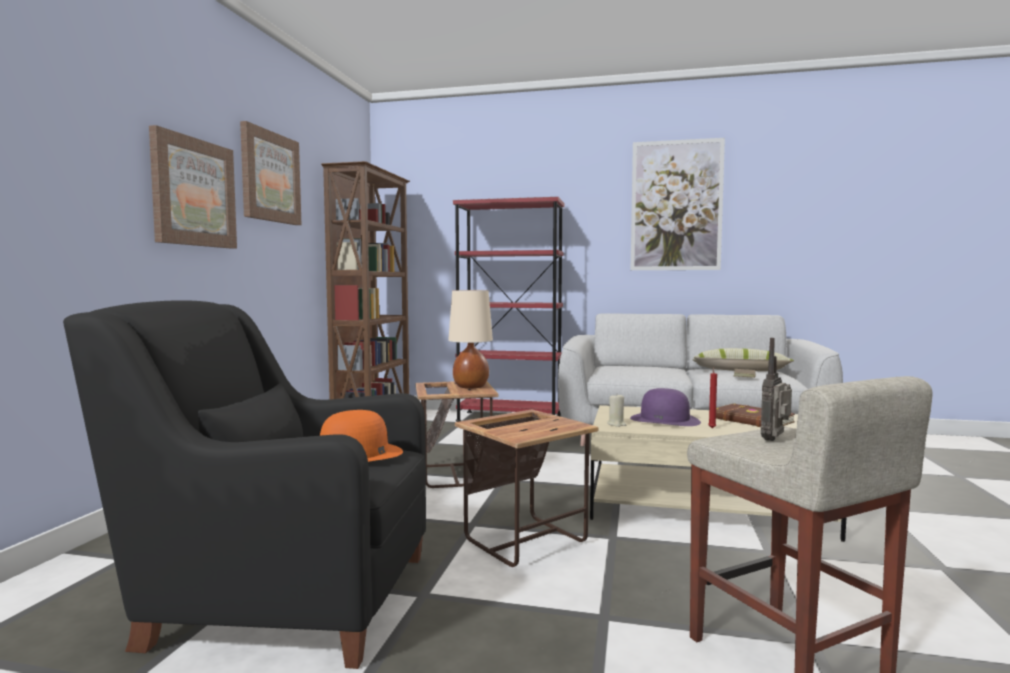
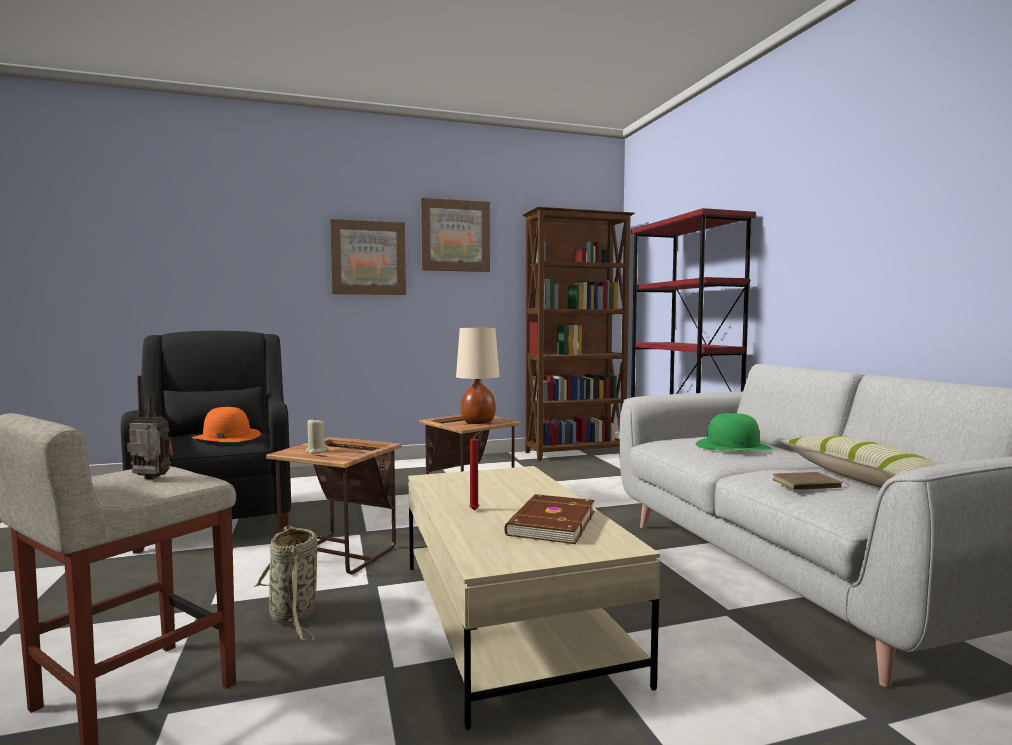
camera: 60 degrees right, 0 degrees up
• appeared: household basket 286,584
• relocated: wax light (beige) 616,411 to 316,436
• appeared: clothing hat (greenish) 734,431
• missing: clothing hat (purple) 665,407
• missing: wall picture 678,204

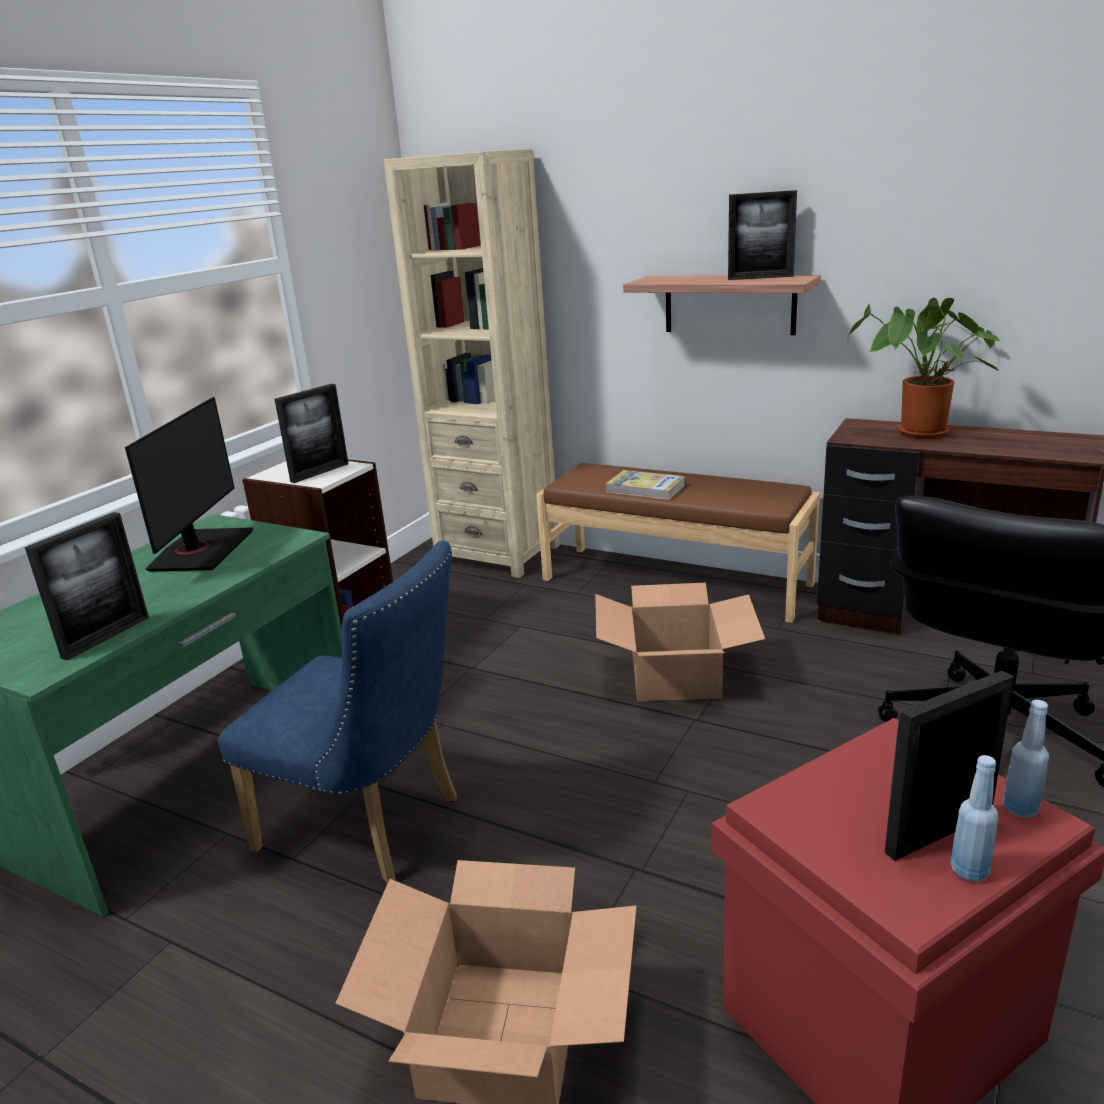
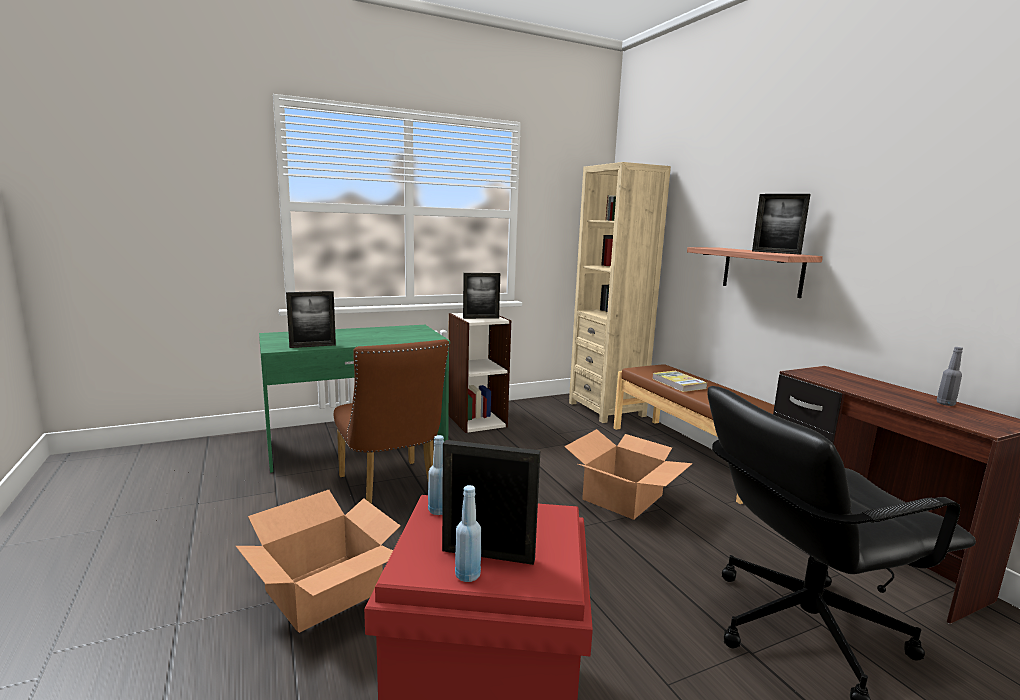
camera: 35 degrees right, 10 degrees down
• colour: plain chair (blue-coloured) 337,712 to plain chair (brown) 391,421
• relocated: beverage bottle (blue-coloured) 1026,759 to 436,475
• appeared: beverage bottle (gray) 950,376
• missing: computer screen 189,484
• missing: houseplant 924,368

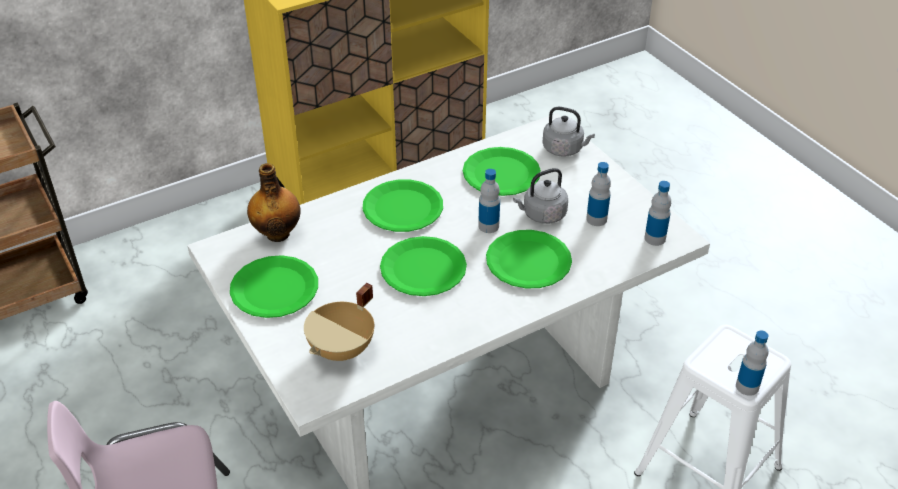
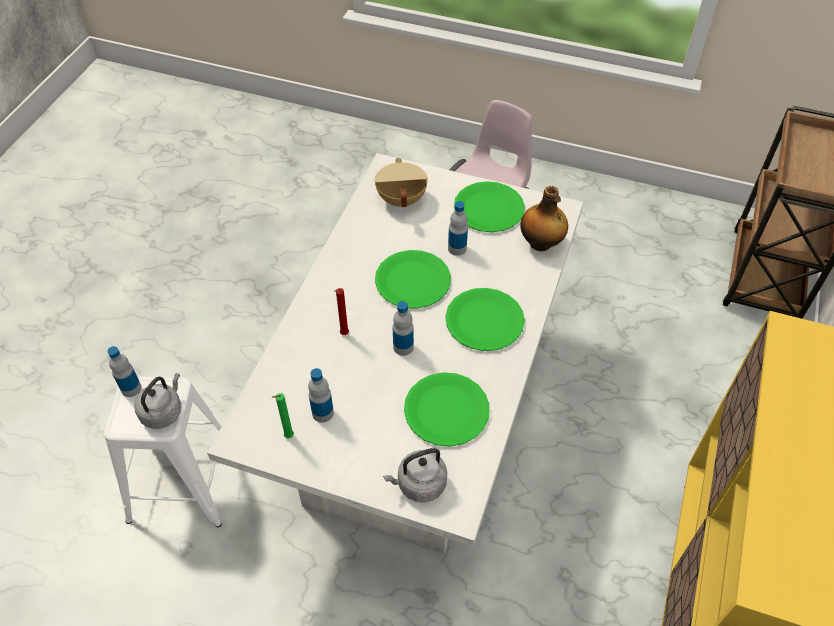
camera: 140 degrees right, 10 degrees up
• relocated: water kettle (gray) 540,196 to 158,401
• appeared: wax light (greenish) 282,415
• exchanged: dinner plate (greenish) 529,259 to wax light (reddish) 341,311
• relocated: beverage bottle 657,213 to 458,228

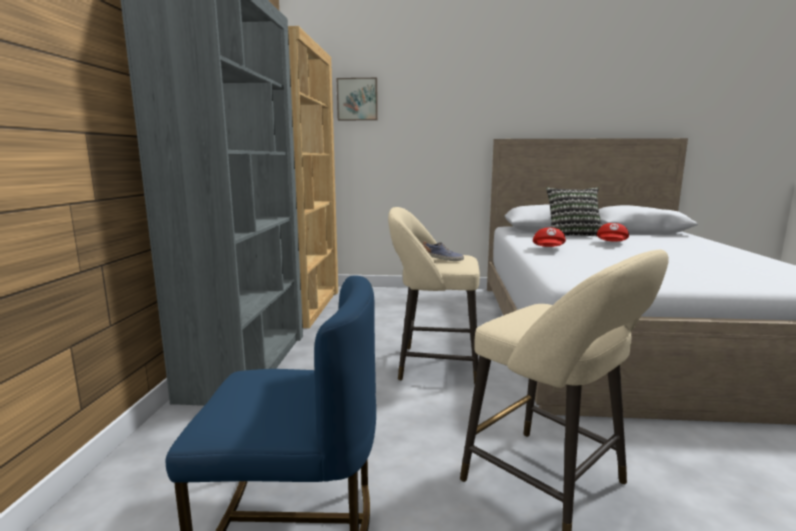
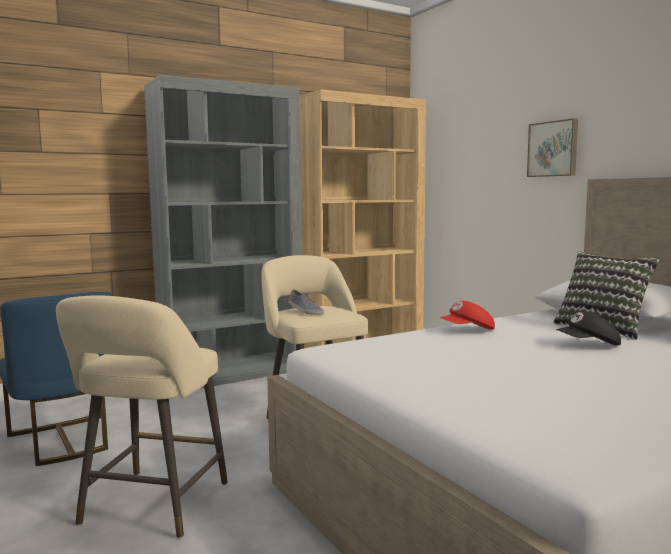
camera: 55 degrees right, 5 degrees down
• relocated: wall picture 357,99 to 552,147
• colour: baseball cap (reddish) 613,232 to baseball cap (black) 588,329

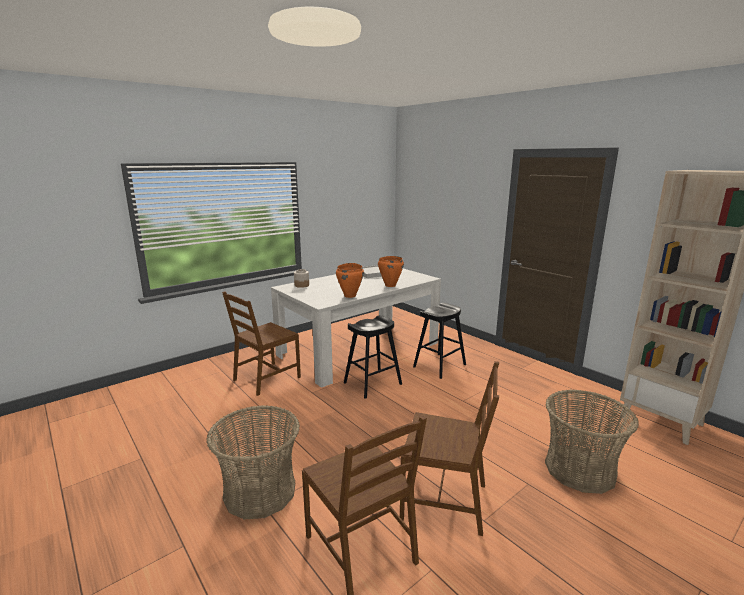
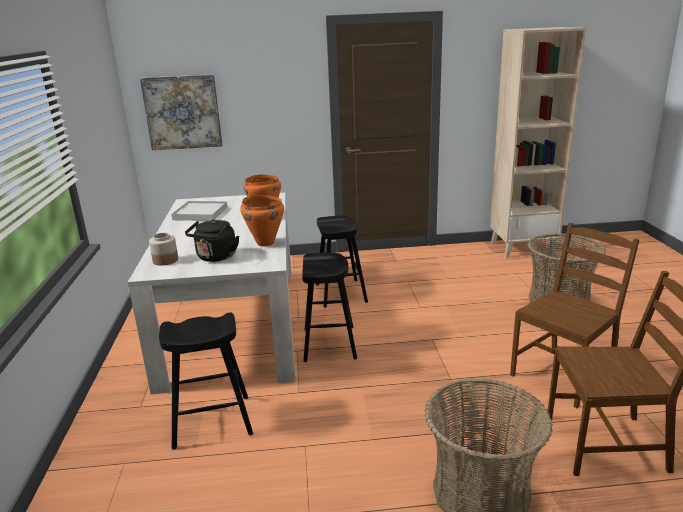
camera: 55 degrees left, 5 degrees up
• appeared: wall picture 181,112
• exchanged: plain chair (brown) 261,343 to stool (black) 206,381
• appeared: water kettle (black) 212,241

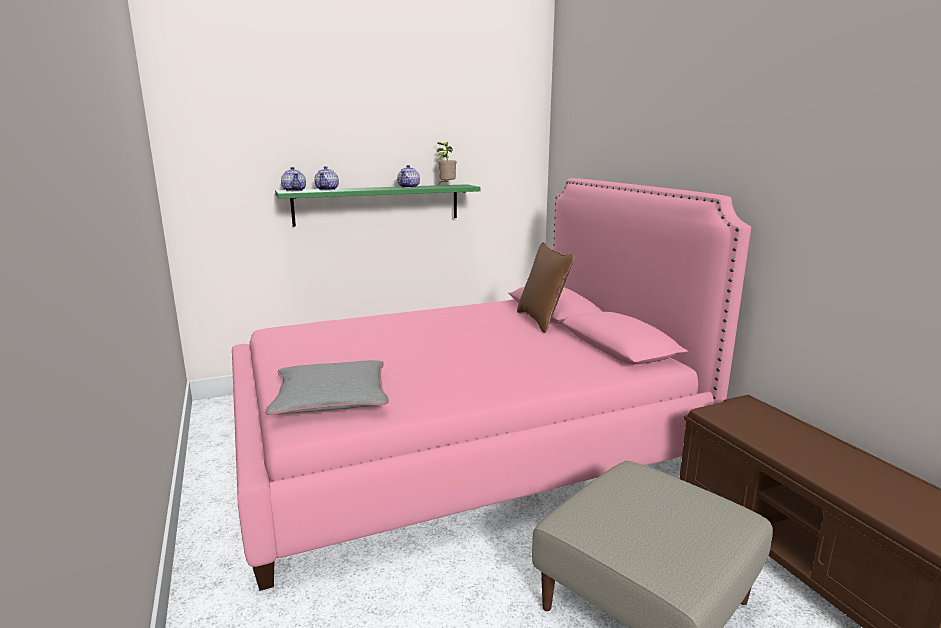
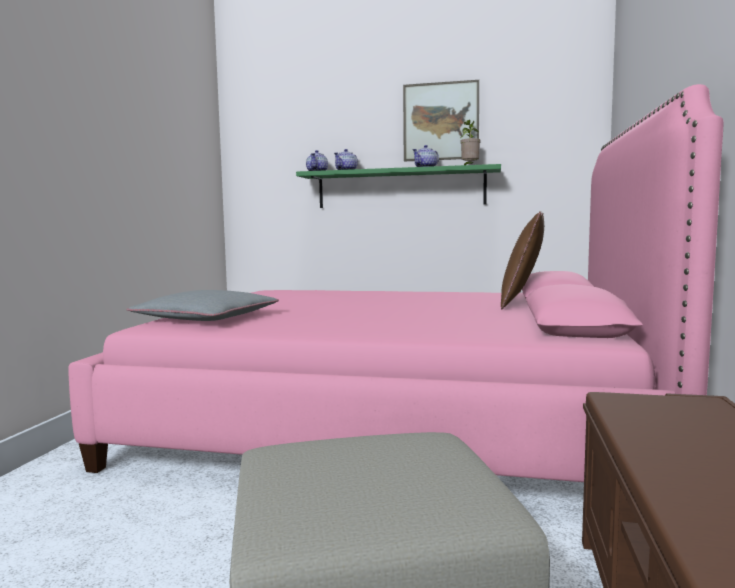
camera: 35 degrees right, 10 degrees down
• appeared: wall picture 441,120

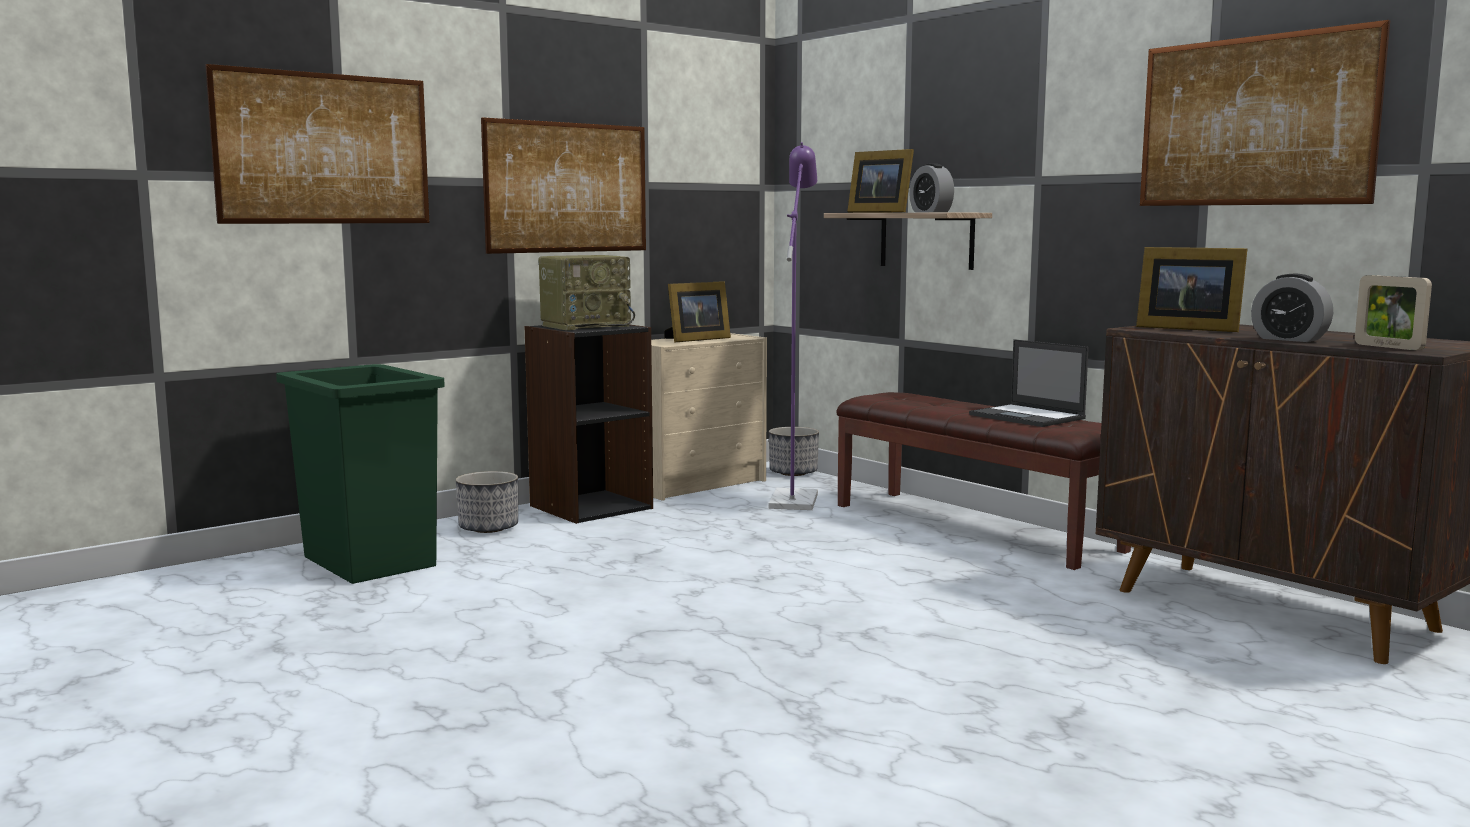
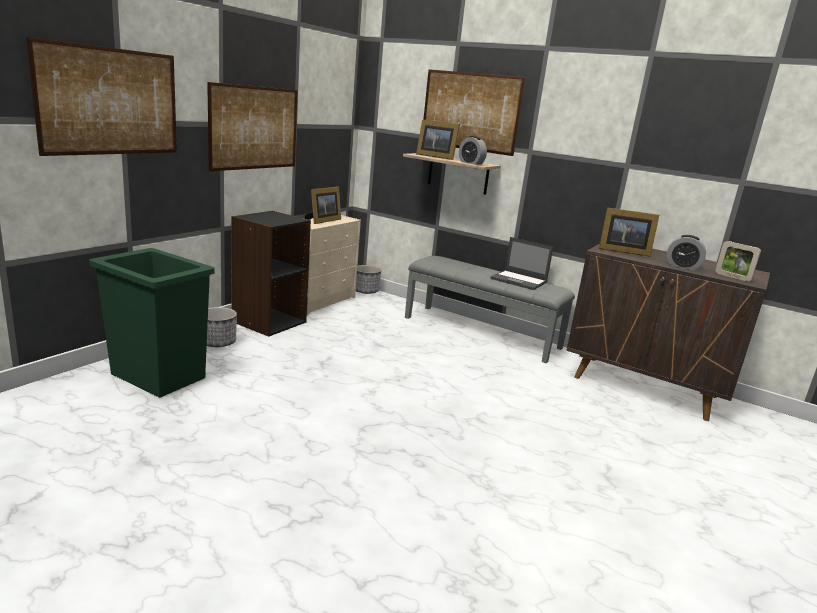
camera: 20 degrees left, 10 degrees up
• colour: long seat (brown) 983,481 to long seat (gray) 490,309
• relocated: wall picture 1265,113 to 474,112
• missing: radio receiver 587,292
• missing: floor lamp (purple) 793,326

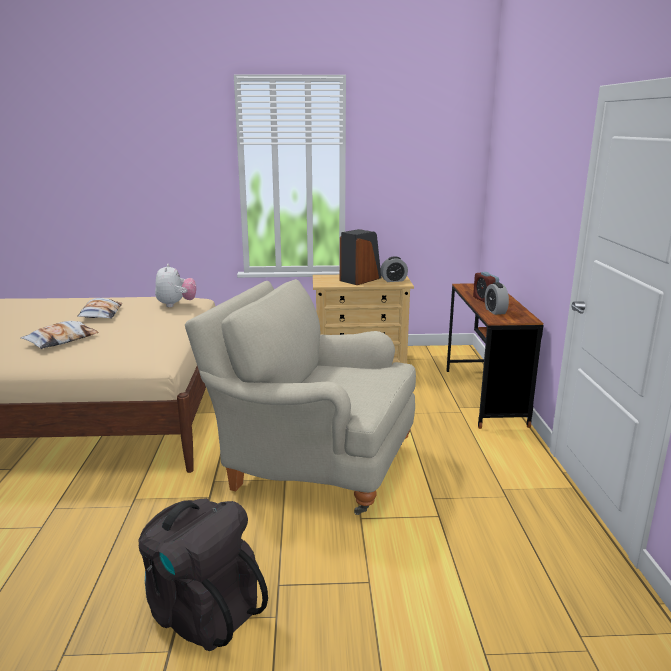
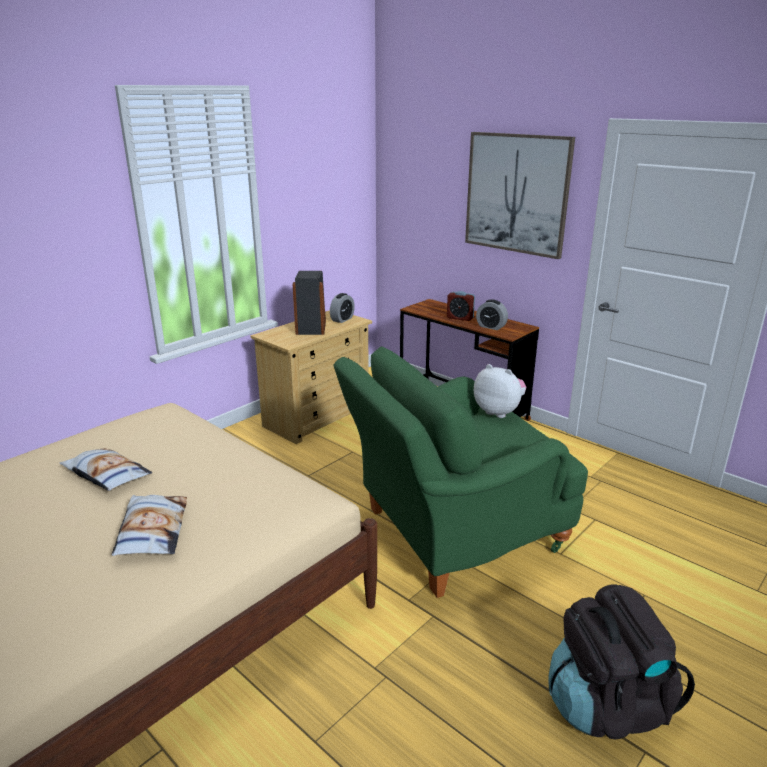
camera: 45 degrees left, 5 degrees up
• colour: easy chair (beige) 300,397 to easy chair (greenish) 461,472
• appeared: wall picture 520,195
• relocated: cuddly toy 175,285 to 500,391

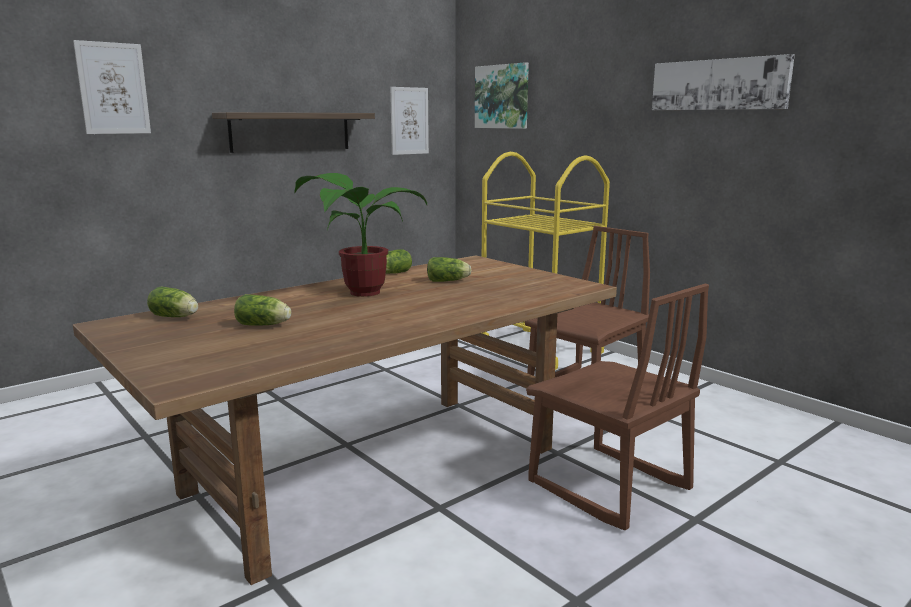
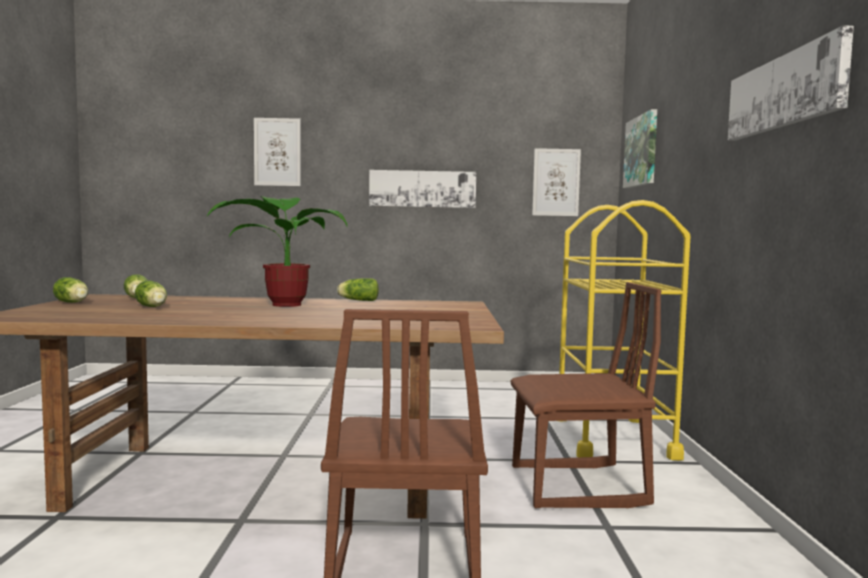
camera: 40 degrees right, 10 degrees down
• relocated: head of lettuce 449,269 to 70,290
• exchanged: wall shelf 293,132 to wall picture 422,189

